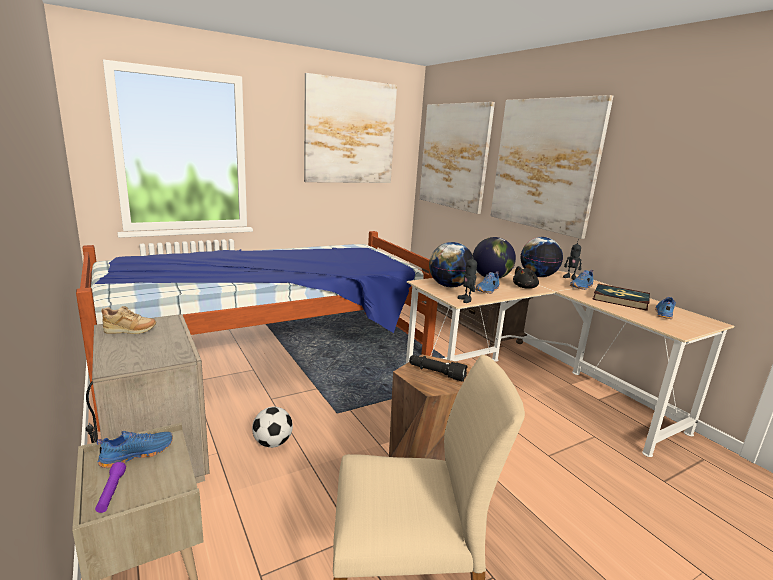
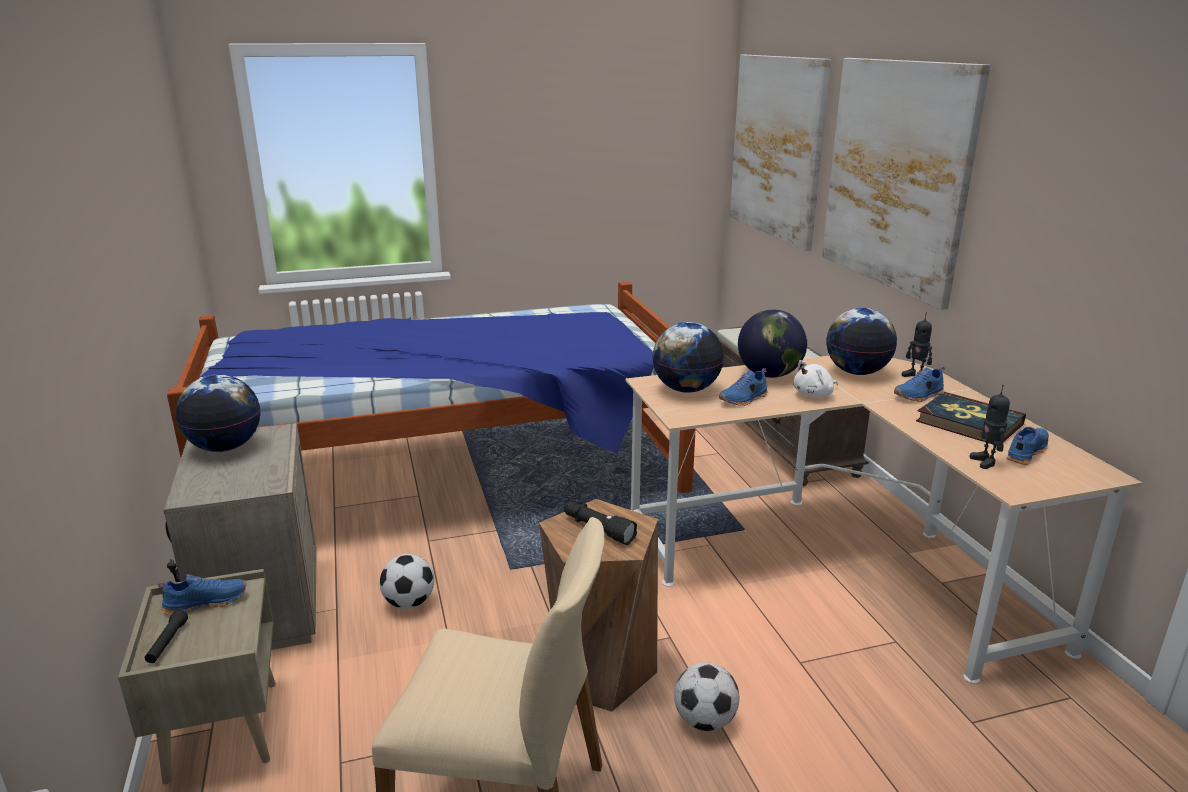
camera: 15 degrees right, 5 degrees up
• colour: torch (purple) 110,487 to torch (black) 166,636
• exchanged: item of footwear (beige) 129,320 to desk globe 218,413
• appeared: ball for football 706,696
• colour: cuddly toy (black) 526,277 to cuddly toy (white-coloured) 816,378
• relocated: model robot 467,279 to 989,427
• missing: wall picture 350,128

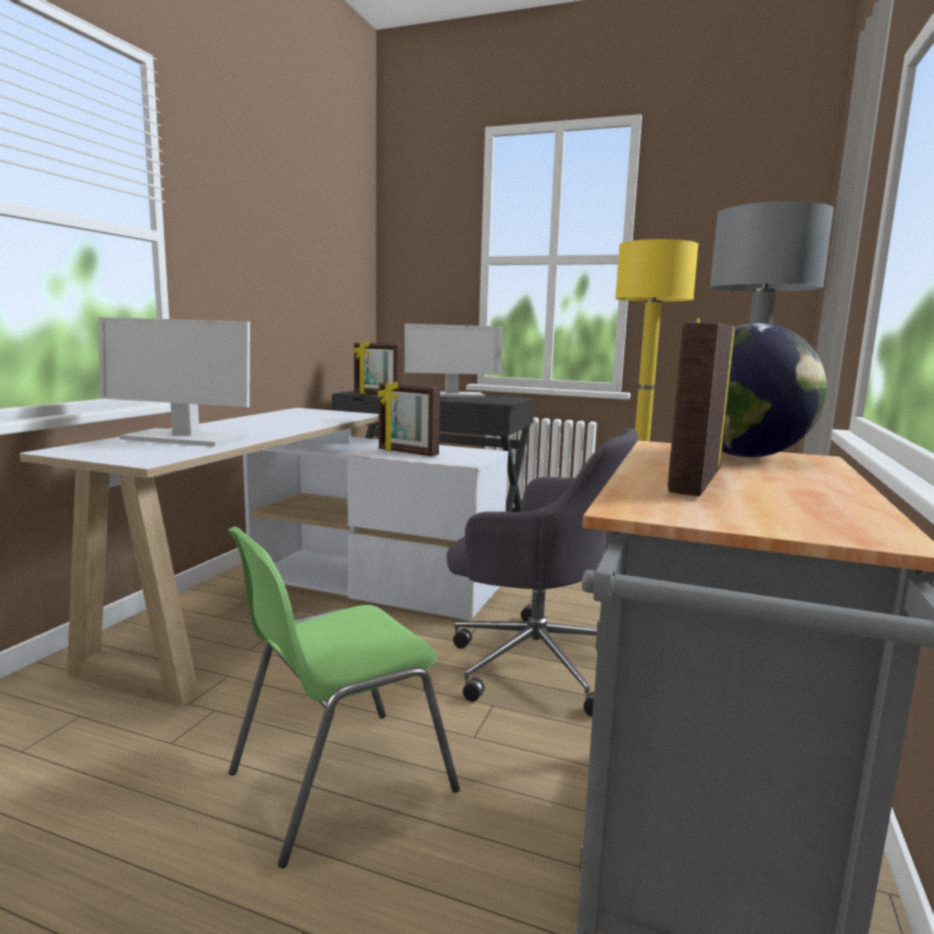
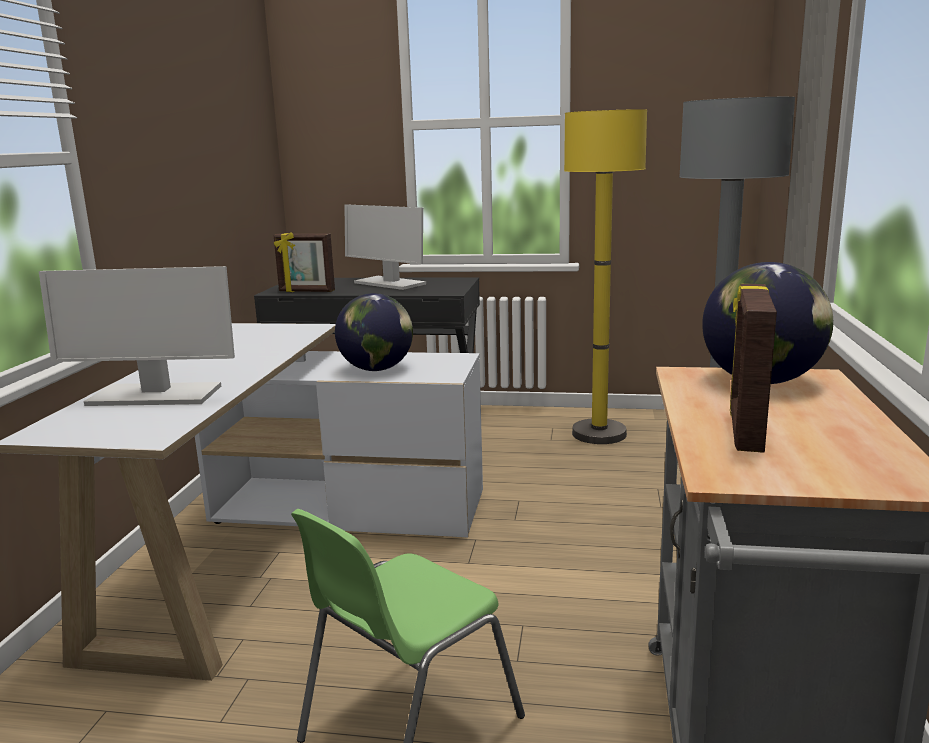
camera: 10 degrees left, 5 degrees up
• exchanged: picture frame 408,419 to desk globe 374,332
• spun: computer screen 454,360 = 385,247 60 degrees clockwise
• missing: office chair (gray) 542,572

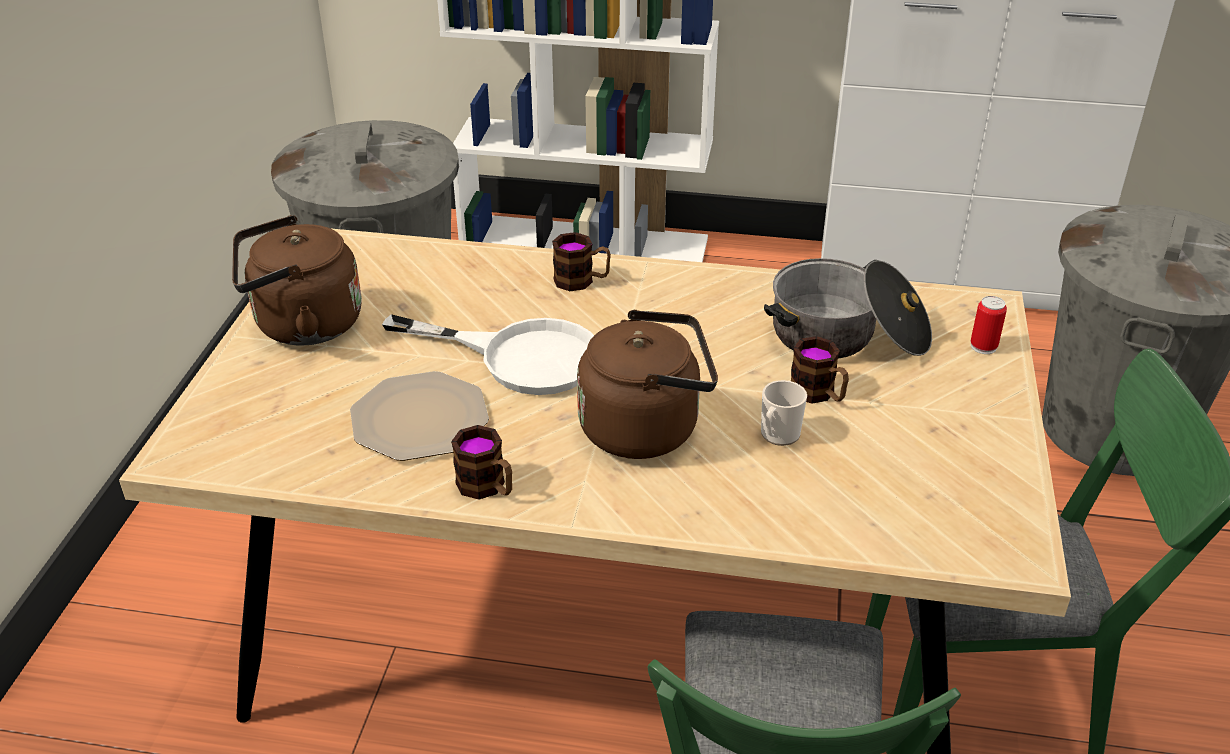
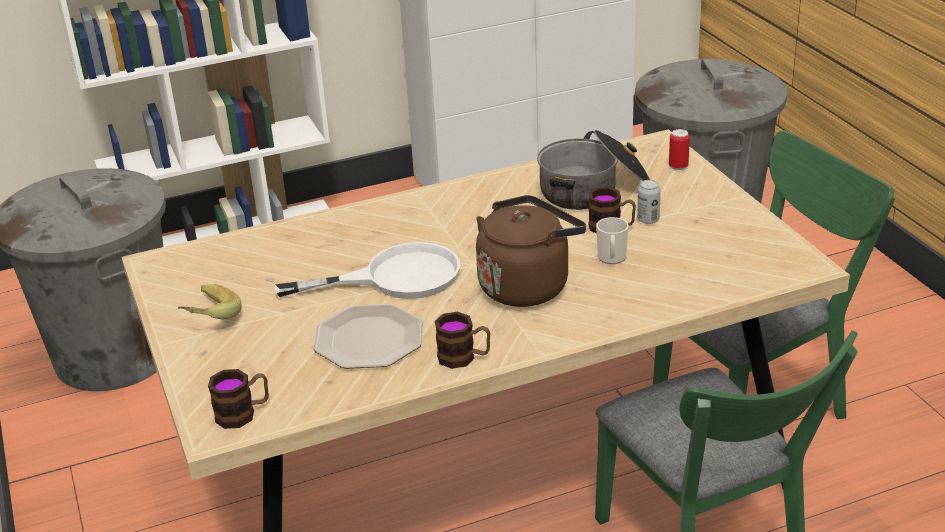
camera: 30 degrees left, 5 degrees down
• exchanged: water kettle (brown) 297,280 to banana 210,301
• relocated: tea mug 581,261 to 238,399
• appeared: can 649,202

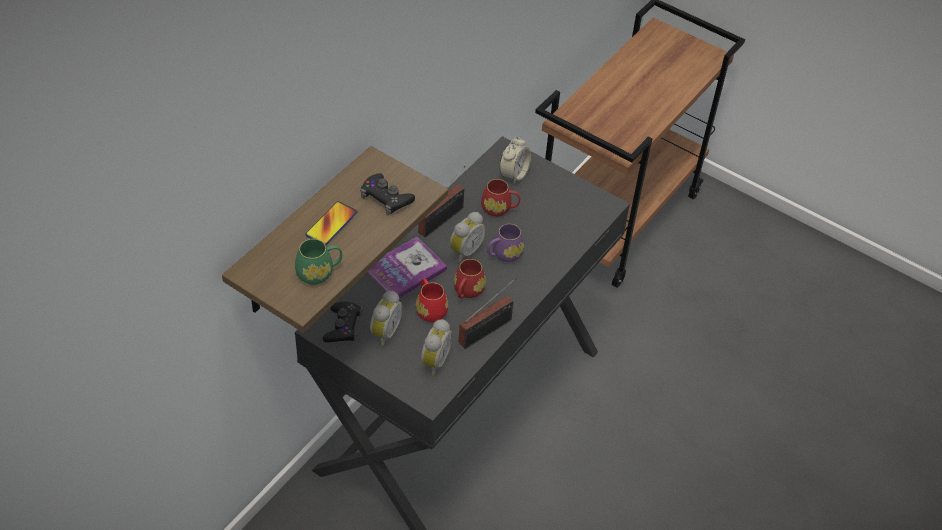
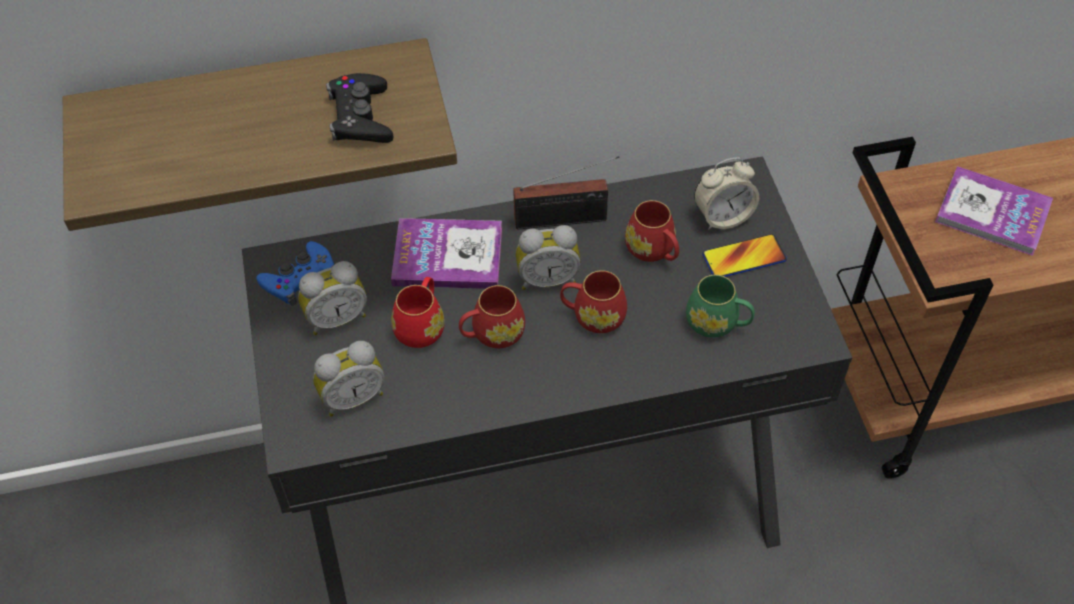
camera: 45 degrees right, 5 degrees up
• colour: gamepad (black) 343,322 to gamepad (blue-coloured) 295,273
• colour: tea mug (purple) 505,243 to tea mug (reddish) 593,301
• relocated: tea mug (greenish) 318,262 to 720,306
• relocated: phone 331,223 to 744,255
• appeared: book 994,211
• missing: radio receiver 488,313

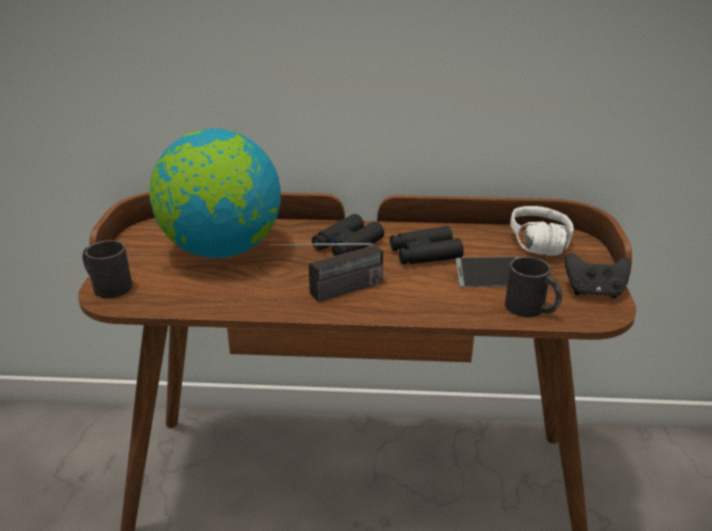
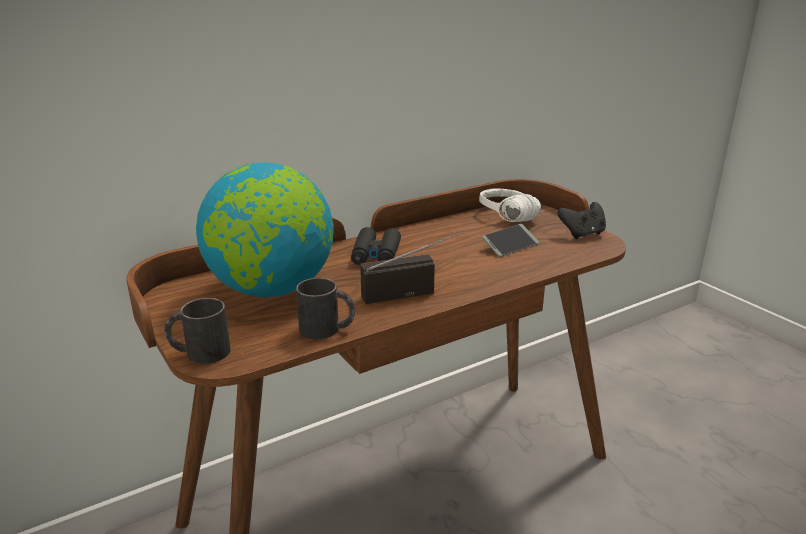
camera: 35 degrees left, 5 degrees down
• relocated: tea mug (black) 533,287 to 325,308
• spun: radio receiver 325,272 = 416,266 135 degrees counterclockwise
• missing: binoculars (black) 427,245

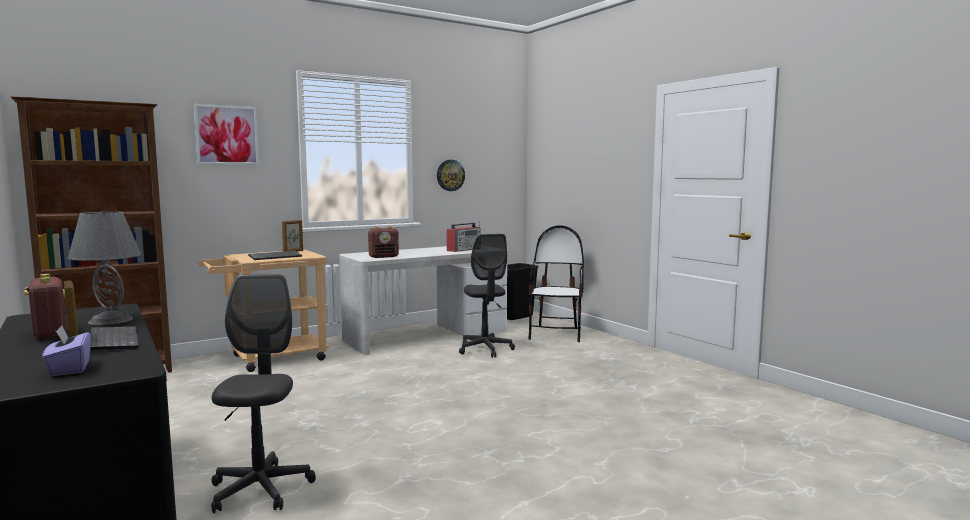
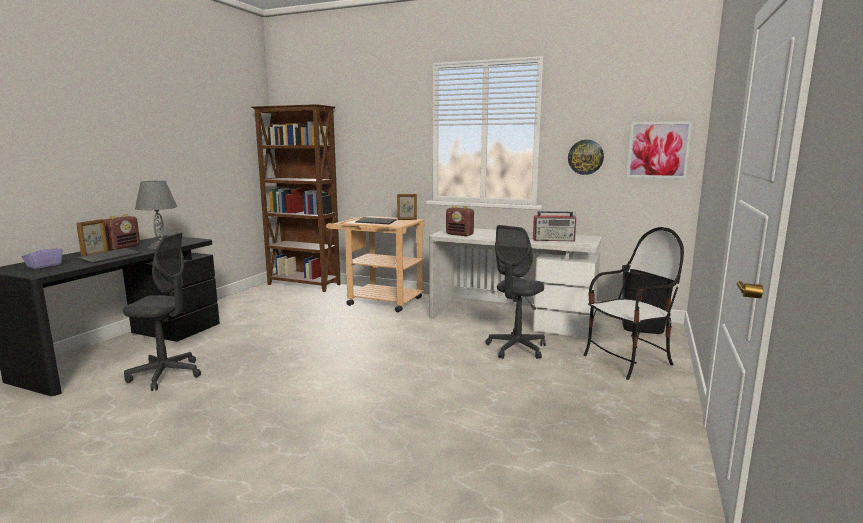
camera: 55 degrees right, 5 degrees up
• spun: office chair (gray) 263,393 = 162,311 45 degrees clockwise
• relocated: wall picture 226,134 to 659,150

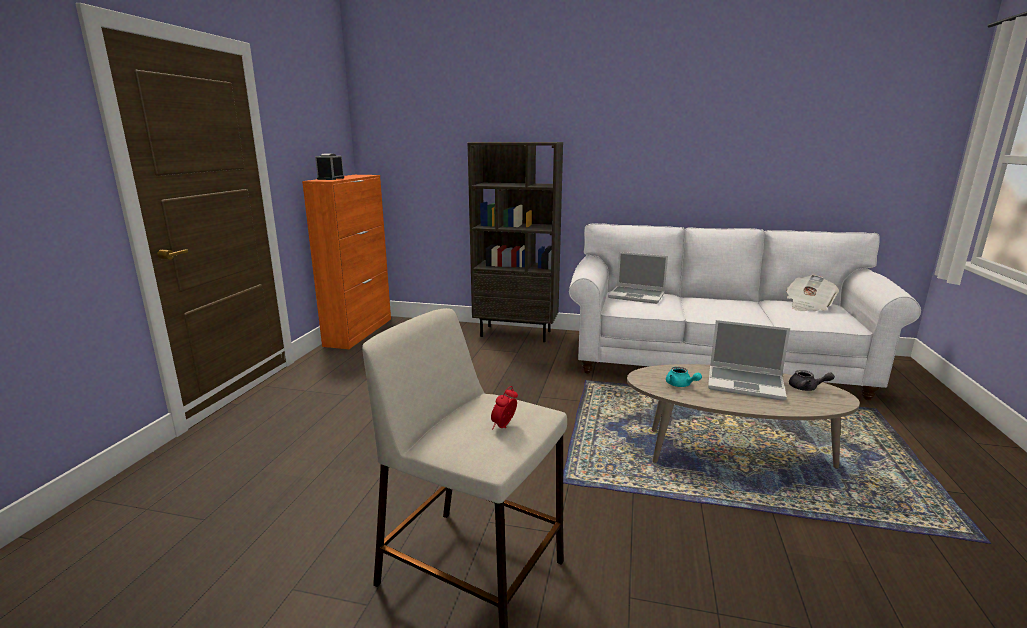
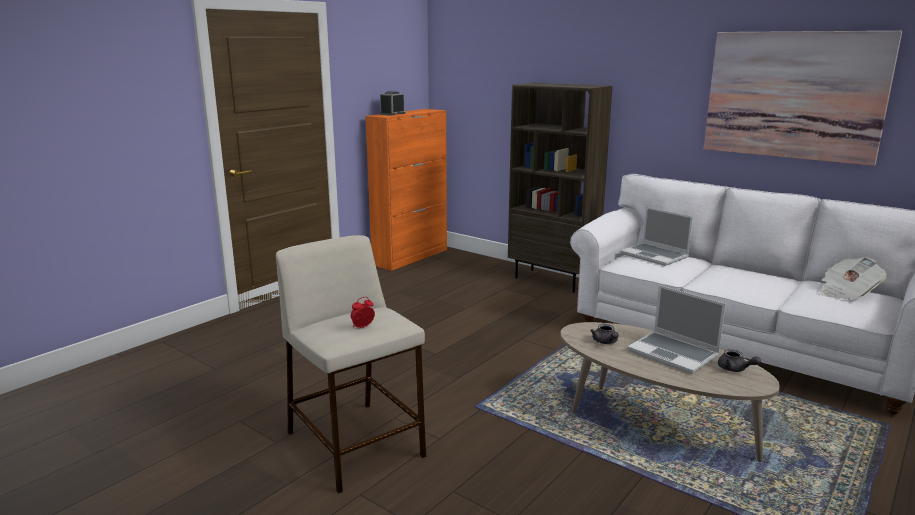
camera: 25 degrees right, 0 degrees up
• colour: tea pot (blue-green) 684,377 to tea pot (gray) 605,334
• appeared: wall picture 803,98

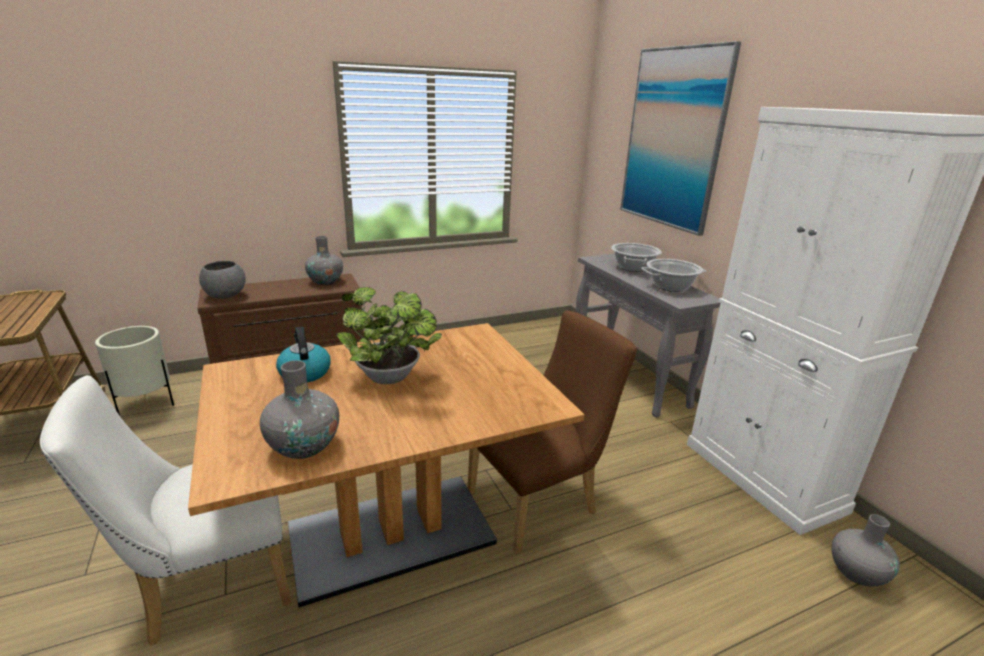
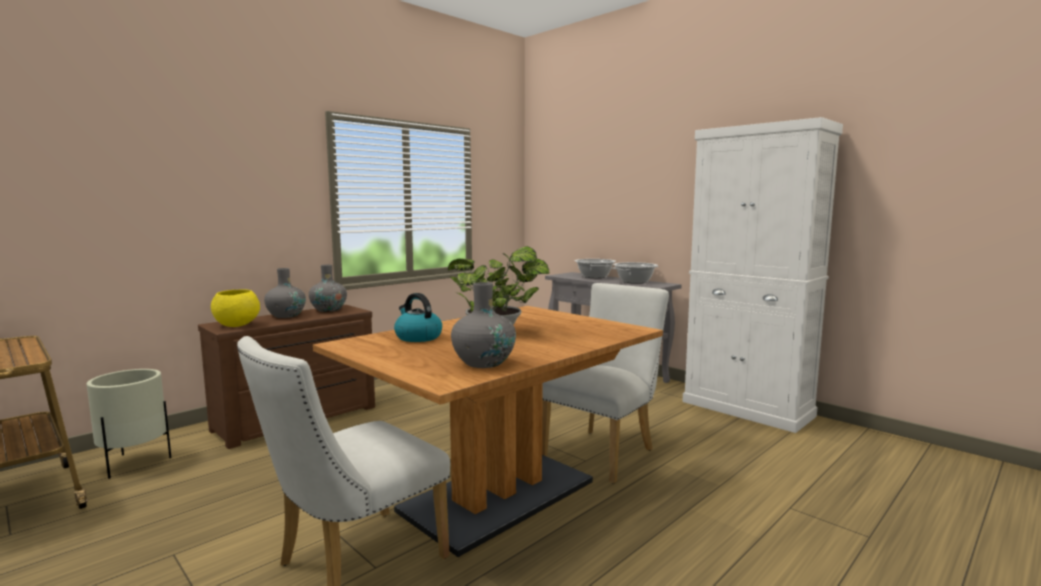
camera: 20 degrees left, 15 degrees down
• colour: deep dish (gray) 222,280 to deep dish (yellow-coloured) 235,308
• relocated: vase (gray) 865,550 to 285,293
• colour: plain chair (brown) 552,432 to plain chair (white-coloured) 605,383
• missing: wall picture 680,138

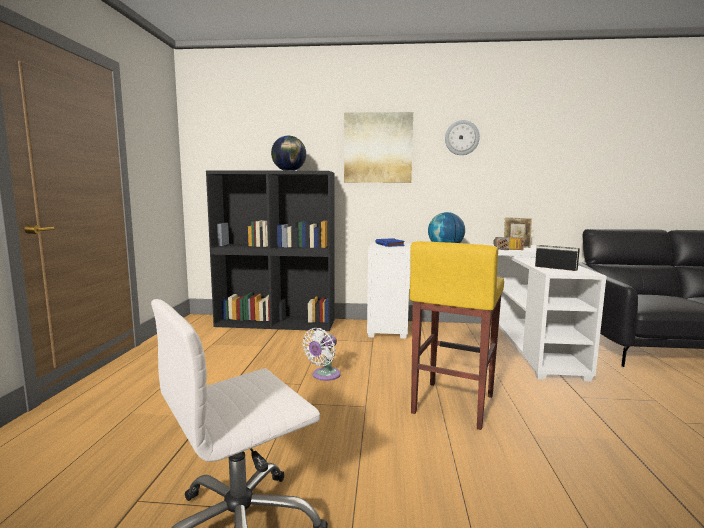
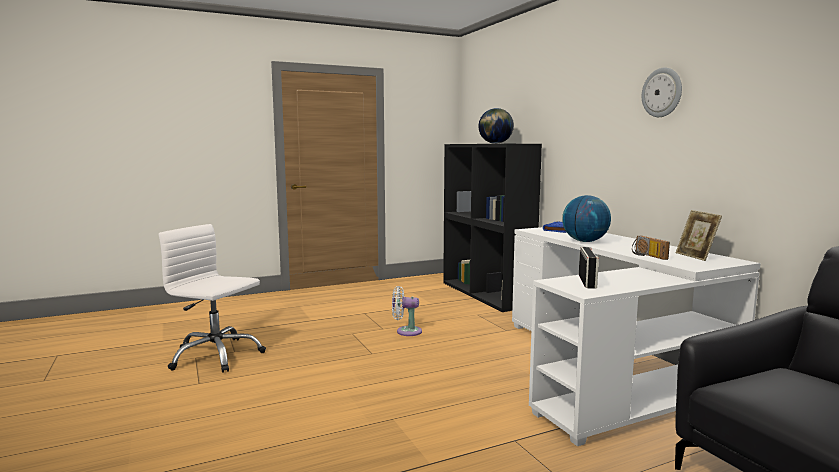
camera: 60 degrees right, 0 degrees up
• missing: wall picture 378,147
• missing: stool (yellow-coloured) 457,335

